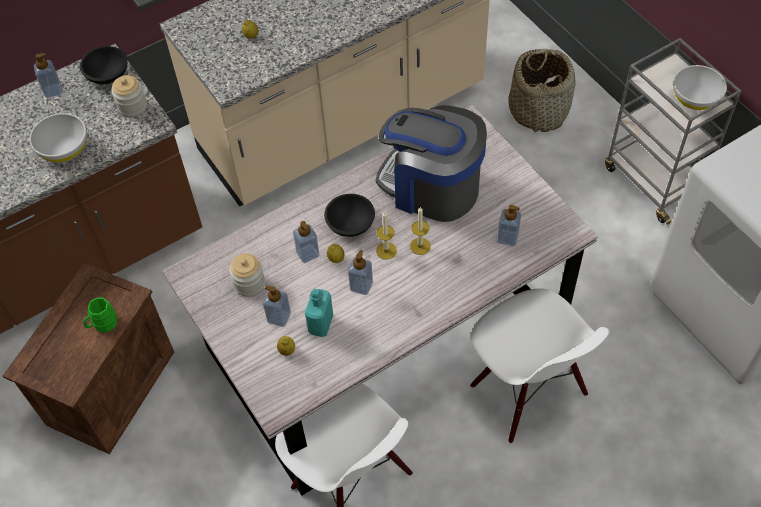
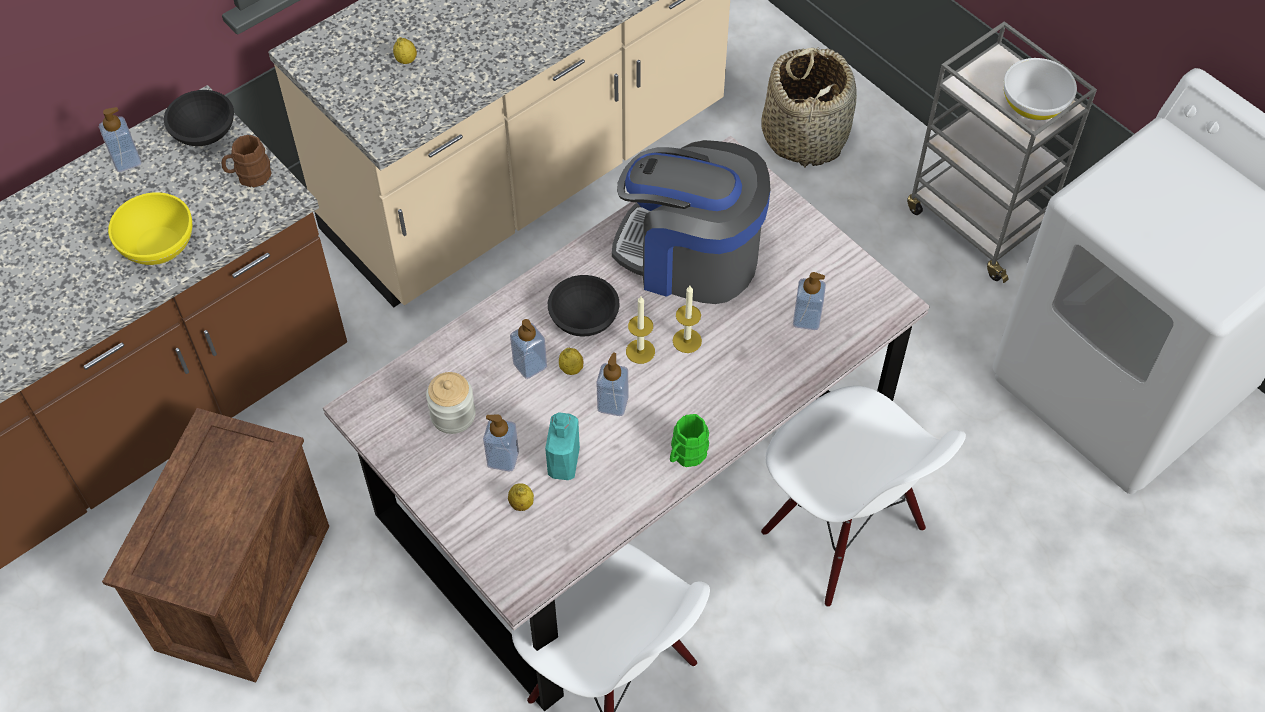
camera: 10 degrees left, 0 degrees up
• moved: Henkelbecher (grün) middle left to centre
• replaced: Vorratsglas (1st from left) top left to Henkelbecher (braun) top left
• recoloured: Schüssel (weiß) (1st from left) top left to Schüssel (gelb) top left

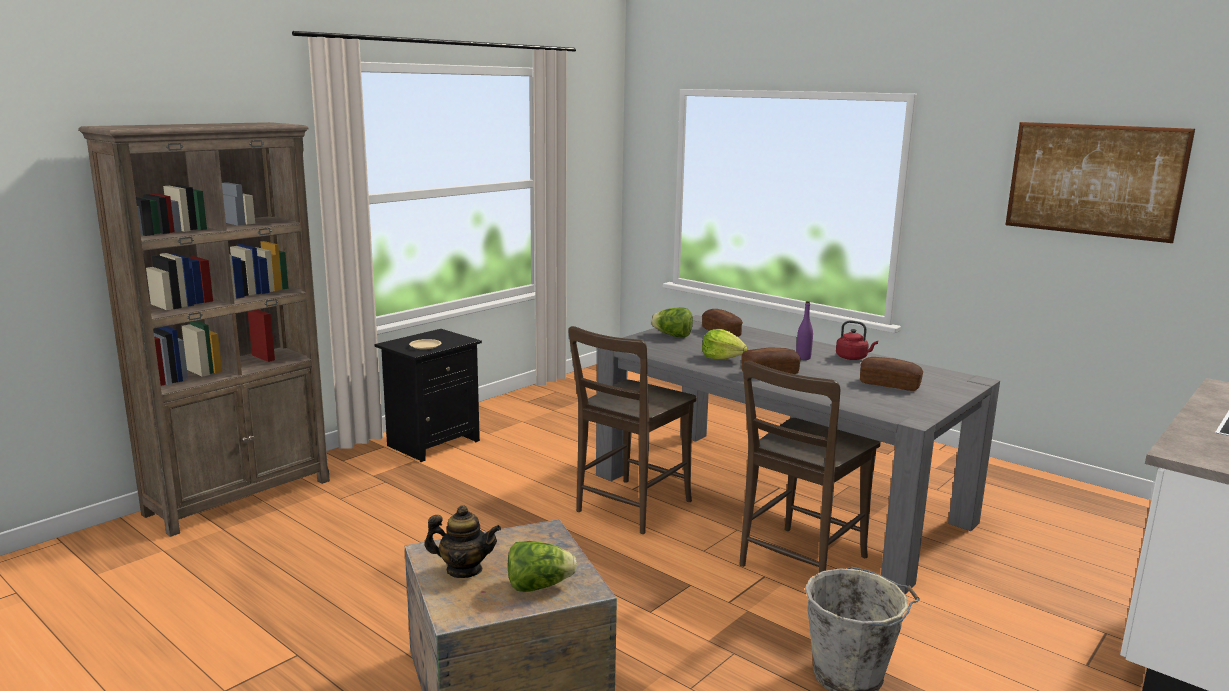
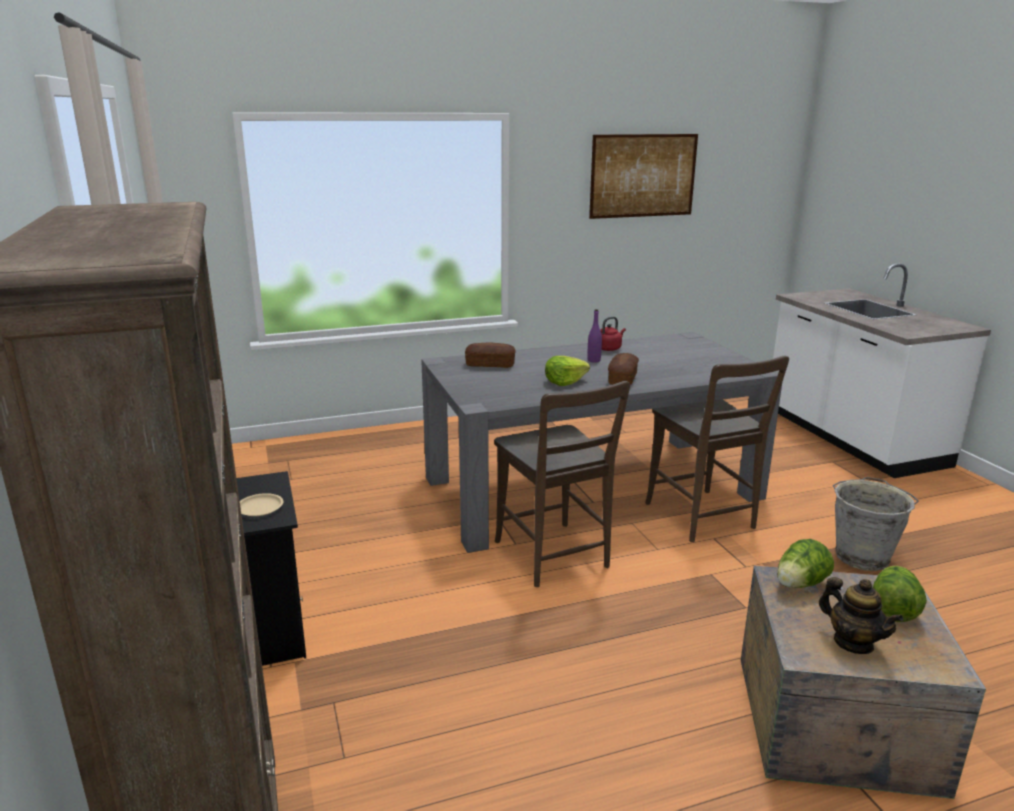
camera: 60 degrees left, 5 degrees up
• removed: Brot (3rd from left) middle right
• moved: Salatkopf (2nd from left) centre to bottom right
• turned: Teekanne bottom centre = bottom right 105 degrees clockwise

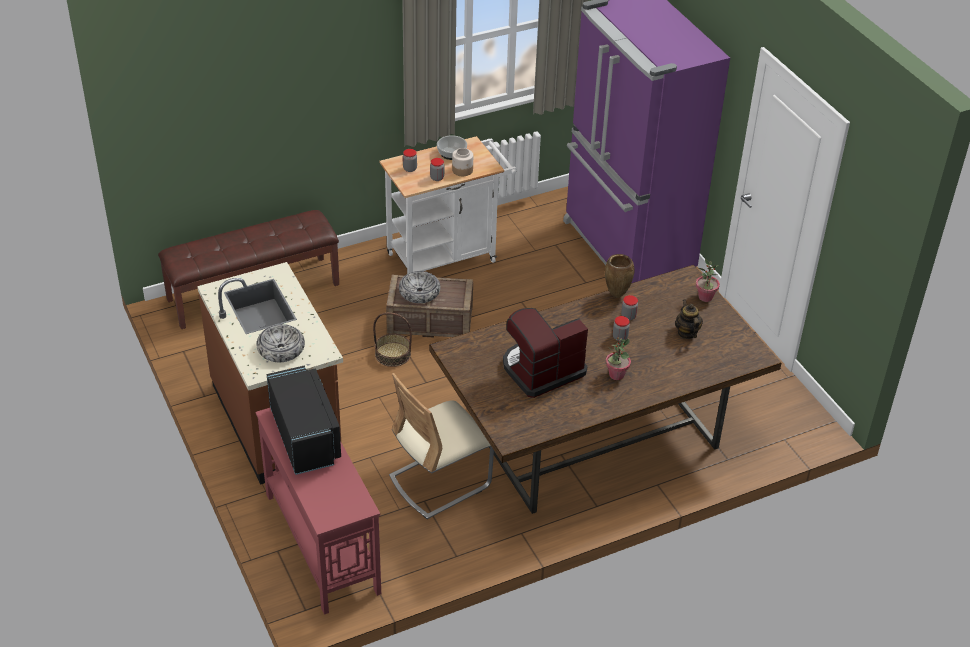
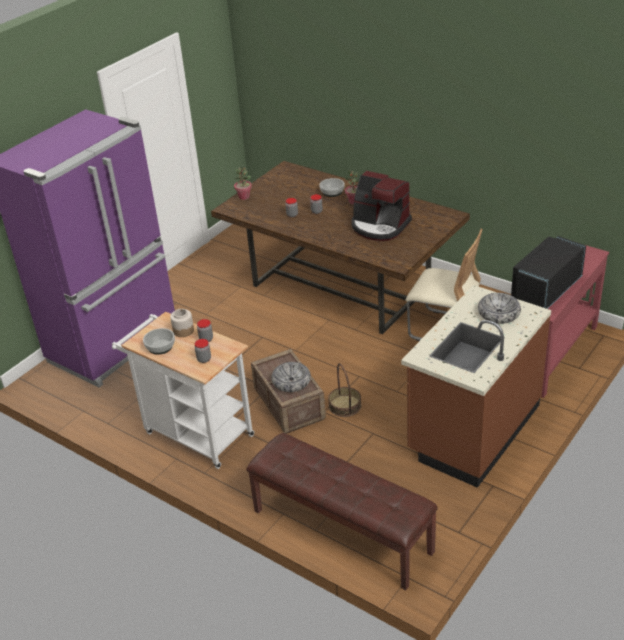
camera: 115 degrees left, 5 degrees down
• removed: Vase (braun) centre
• removed: Teekanne middle right
• added: Schüssel (3rd from left) top centre

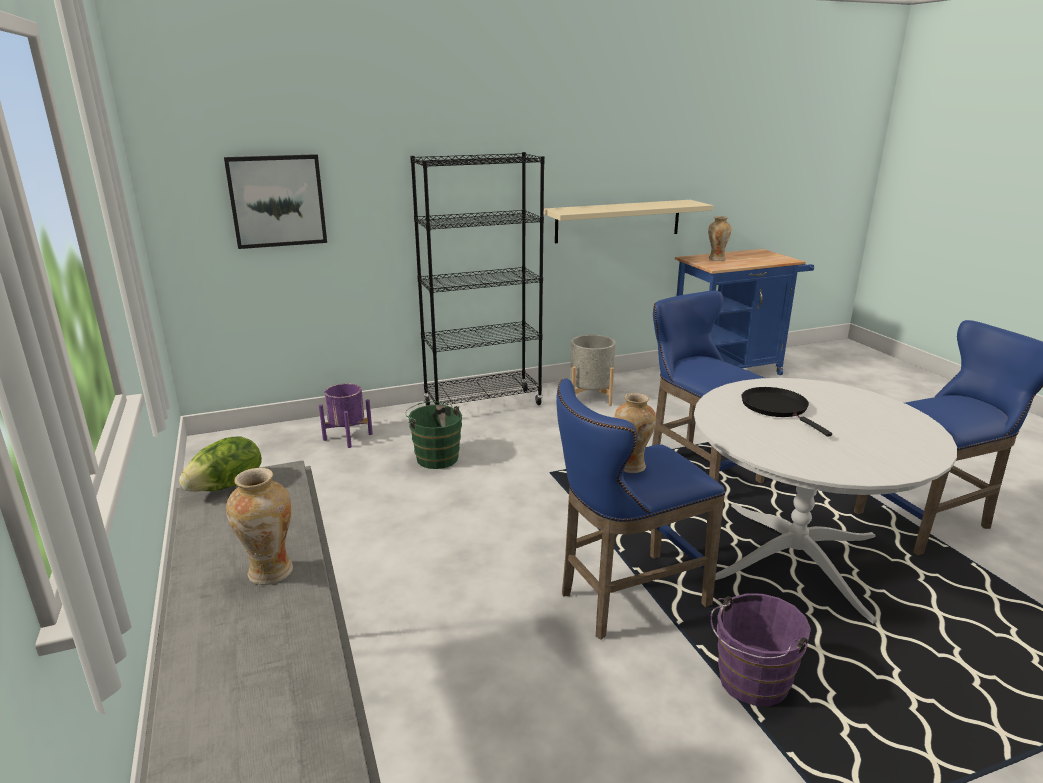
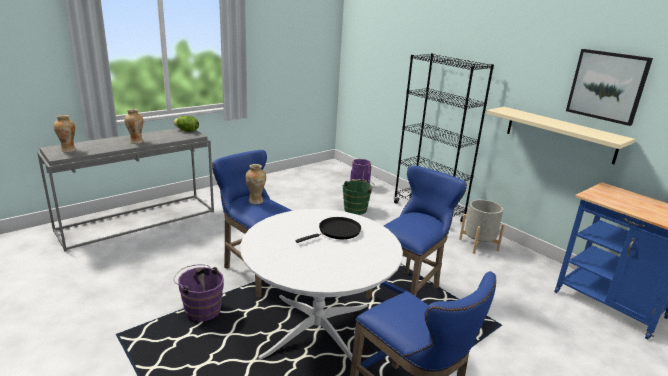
camera: 70 degrees right, 0 degrees up
• moved: Bild top left to top right
• moved: Vase (3rd from left in the first image) top right to Vase (1st from left) middle left

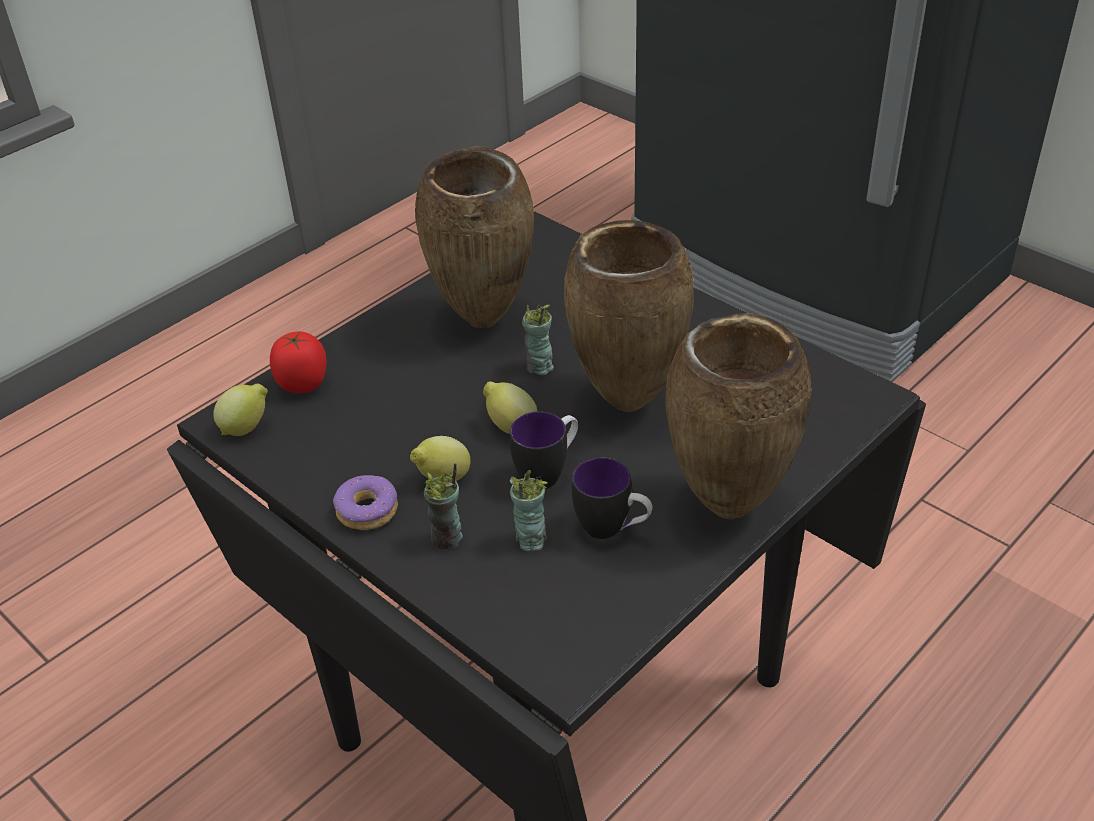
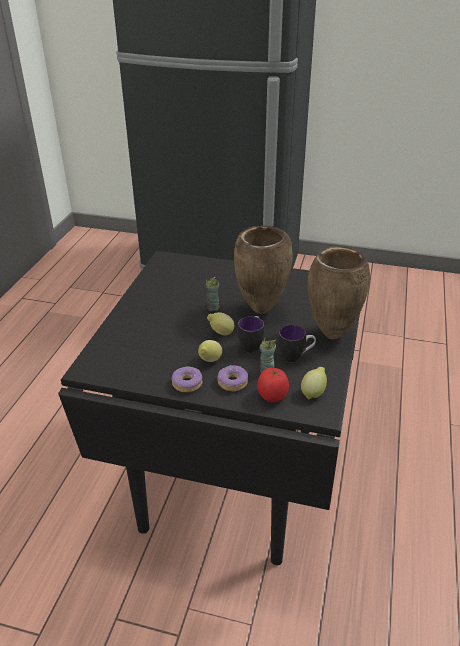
camera: 30 degrees left, 5 degrees down
• removed: Vase (braun) (1st from left) top centre
• moved: Zitrone (1st from left in the first image) middle left to Zitrone (3rd from left) middle right
• moved: Tomate middle left to centre
• replaced: Tasse (1st from left) centre to Donut (2nd from left) centre

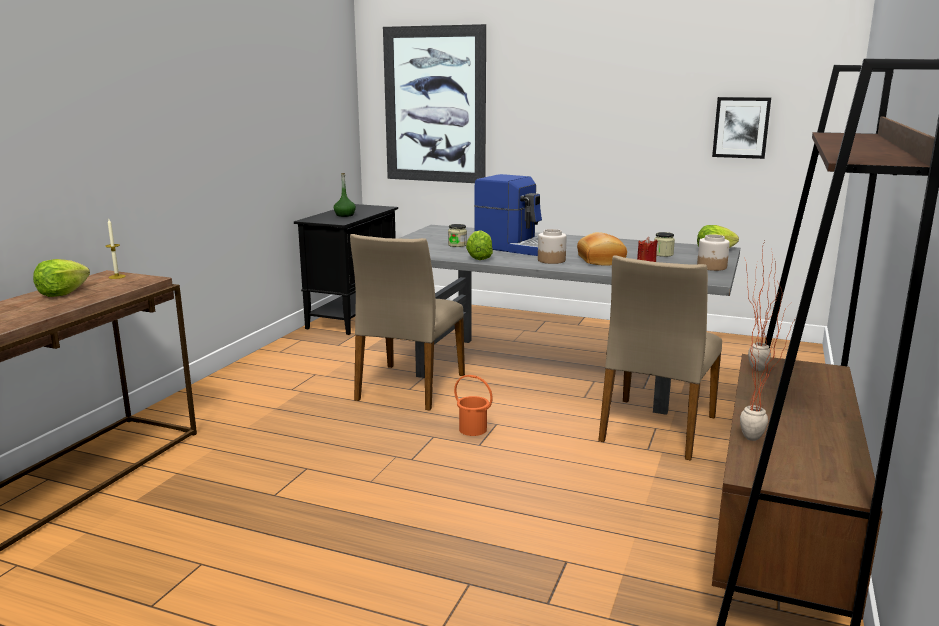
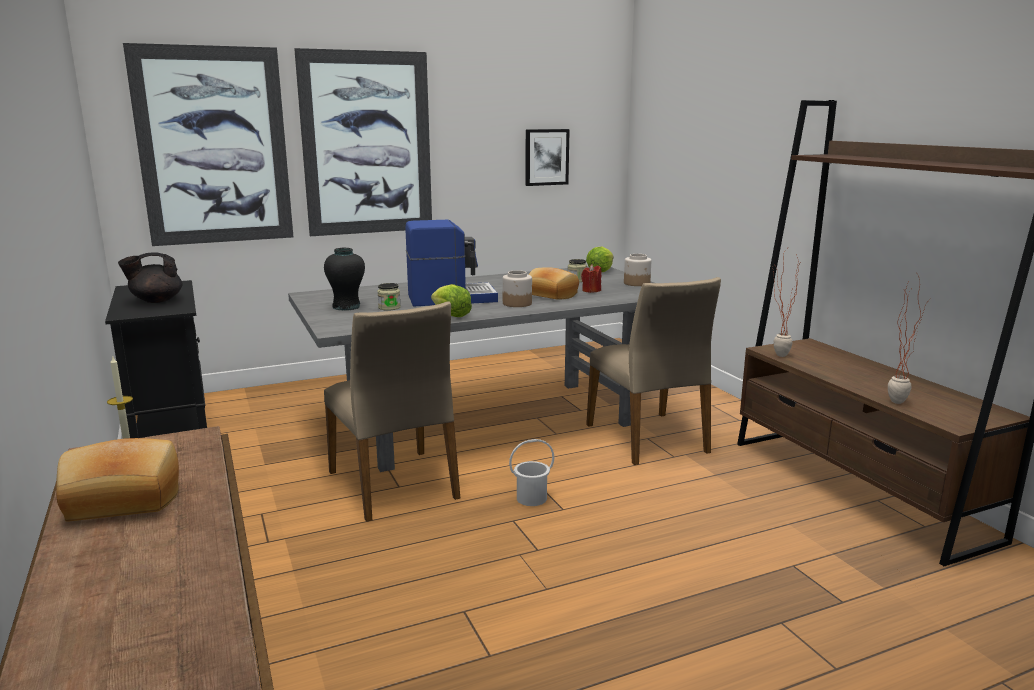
camera: 45 degrees left, 0 degrees up
• added: Bild (2nd from left) top centre
• added: Vase (schwarz) middle left
• replaced: Salatkopf (1st from left) middle left to Brot (1st from left) bottom left
• replaced: Flasche (grün) top centre to Teekanne (schwarz) middle left
• recoloured: Eimer (orange) centre to Eimer (weiß) bottom centre

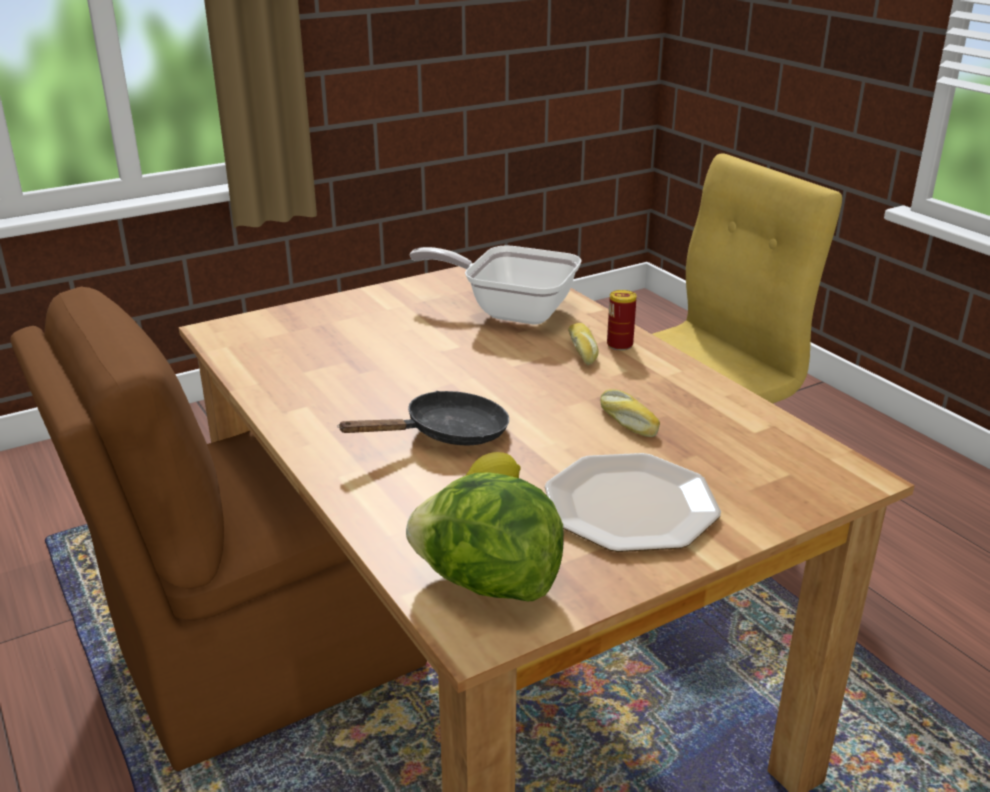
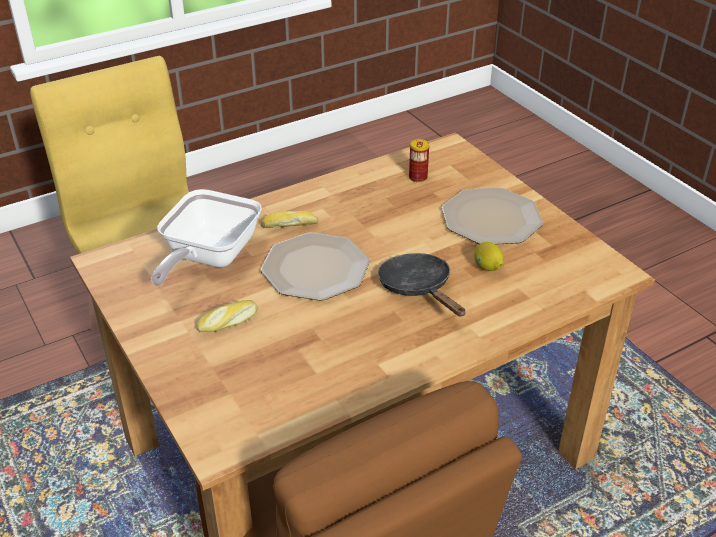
camera: 90 degrees left, 10 degrees up
• removed: Salatkopf bottom centre
• added: Teller (1st from left) centre
• moved: Brot (2nd from left in the first image) centre to Brot (1st from left) middle left
• moved: Dose centre to top centre

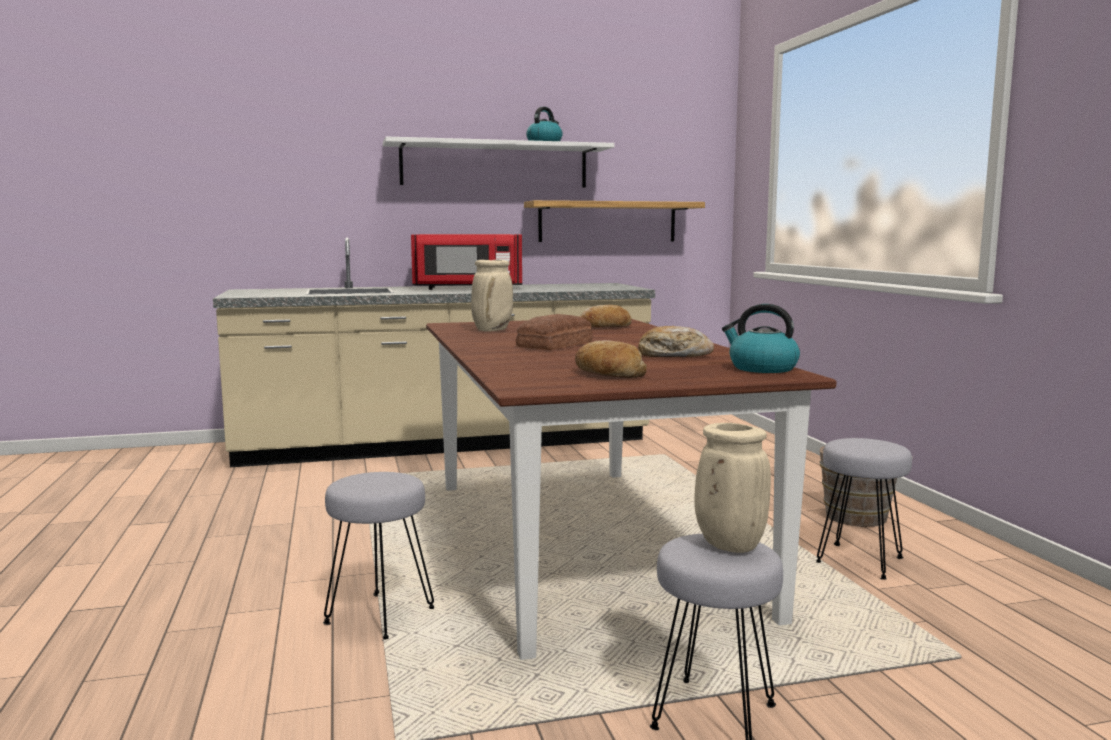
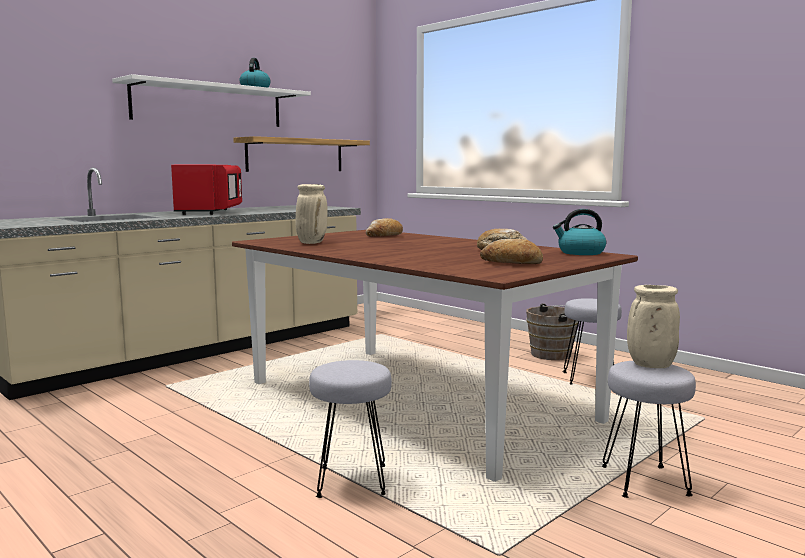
camera: 30 degrees left, 0 degrees up
• removed: Brot (1st from left) centre
• turned: Mikrowelle (rot) centre = middle left 60 degrees counterclockwise

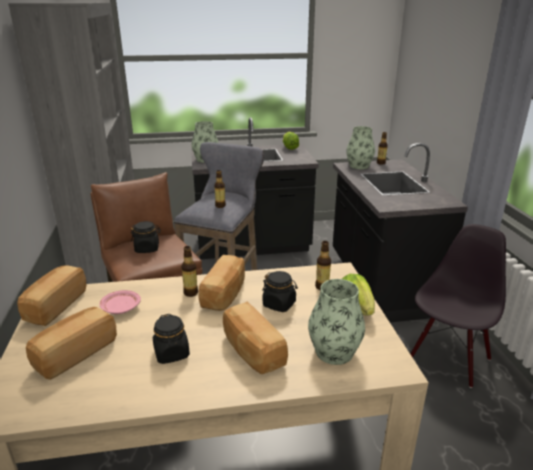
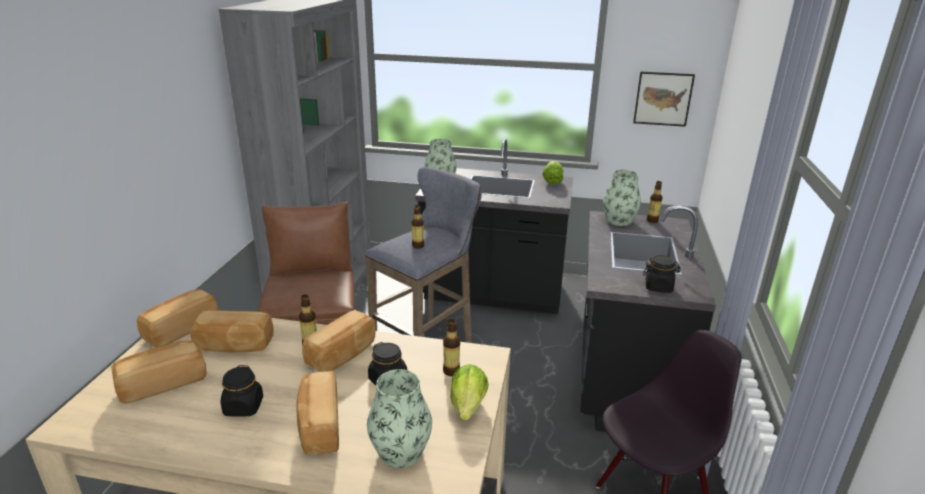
camera: 20 degrees right, 0 degrees up
• added: Bild top right
• moved: Vorratsglas (schwarz) (1st from left in the first image) middle left to Vorratsglas (schwarz) (3rd from left) middle right
• replaced: Teller (rosa) middle left to Brot (3rd from left) bottom left

